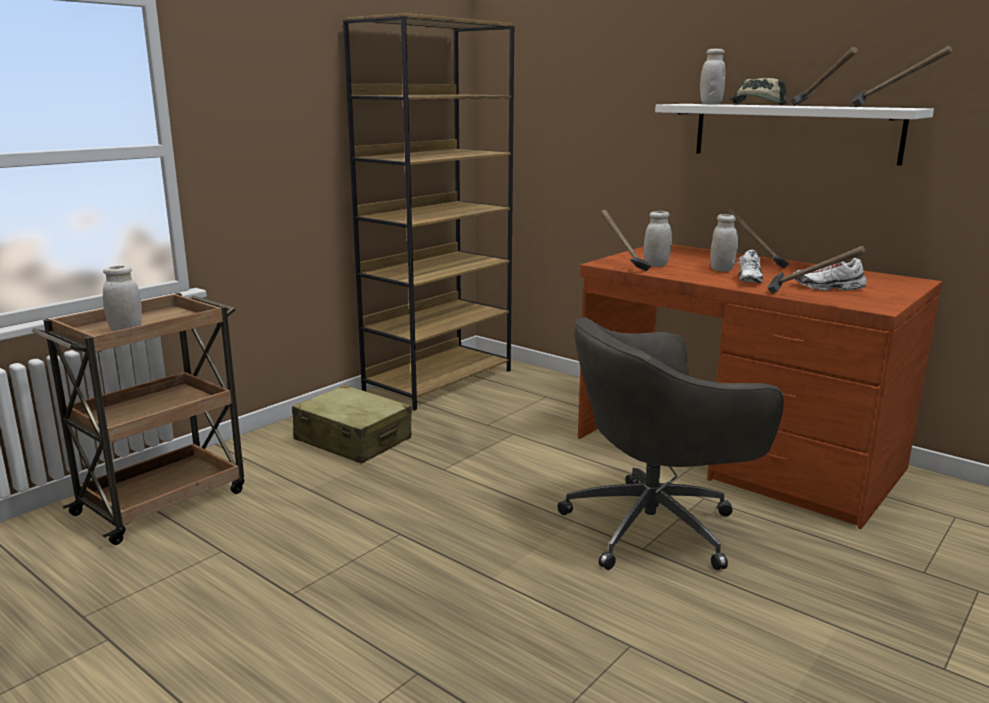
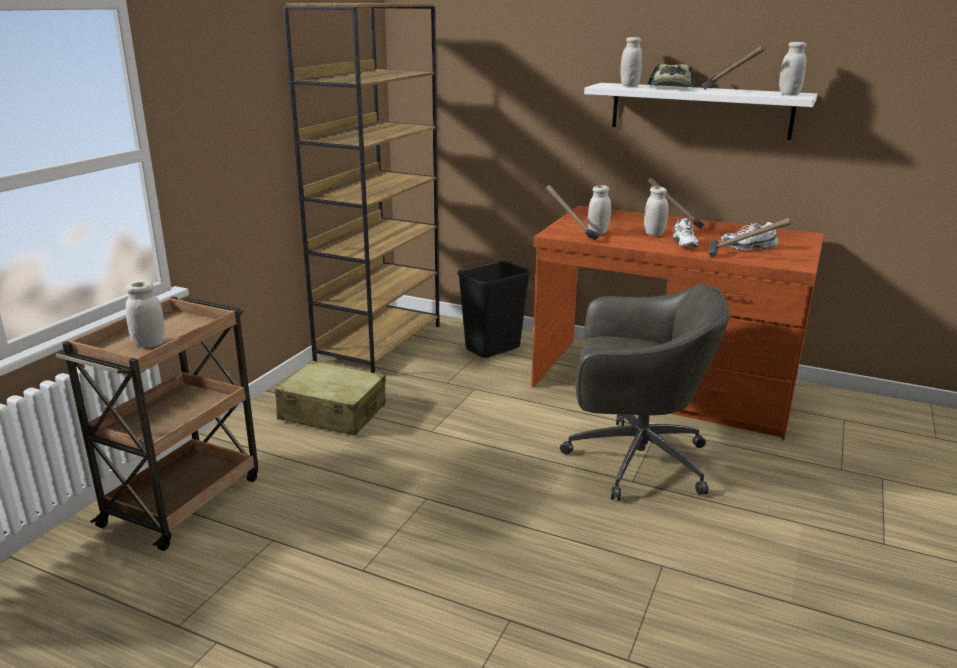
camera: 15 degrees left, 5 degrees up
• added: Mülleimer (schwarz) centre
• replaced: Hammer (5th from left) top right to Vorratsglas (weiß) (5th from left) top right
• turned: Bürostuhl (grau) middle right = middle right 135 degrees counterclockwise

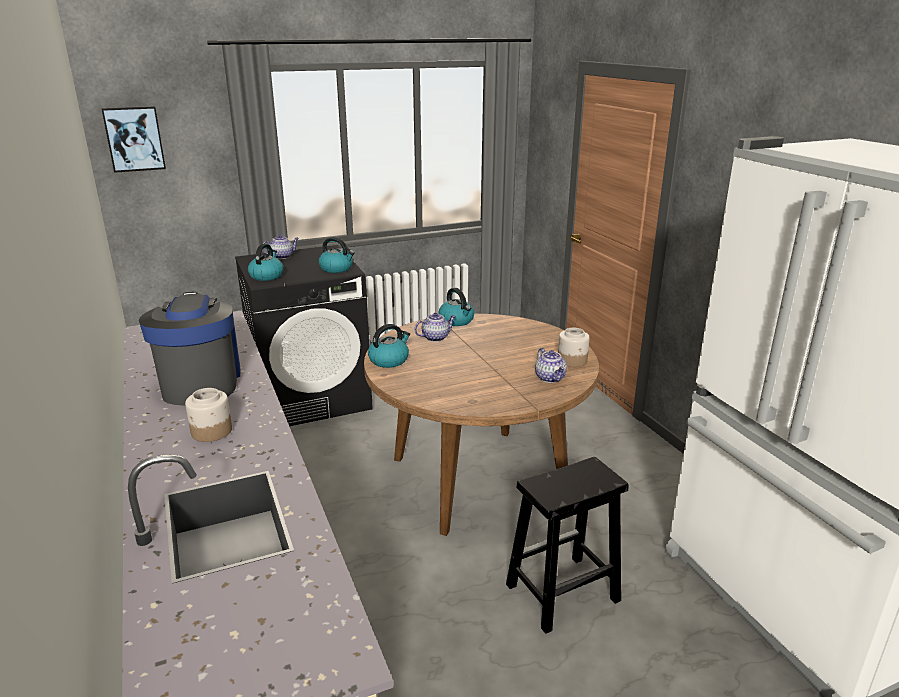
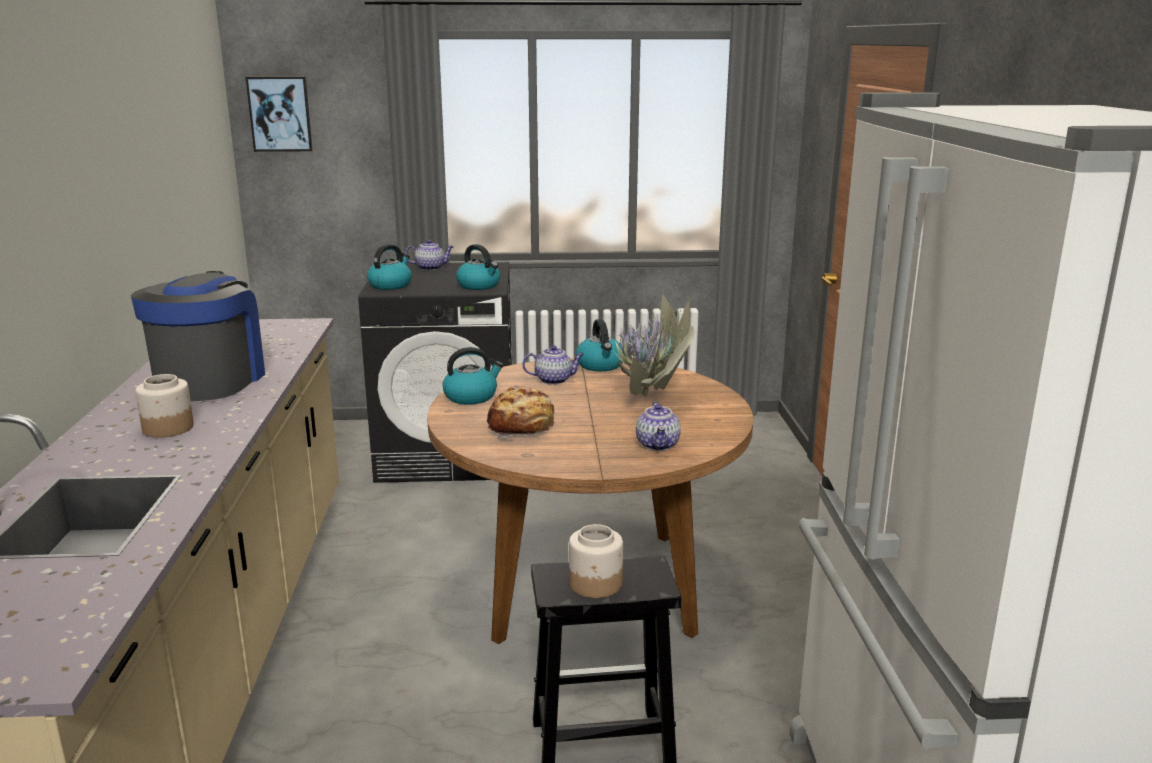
camera: 20 degrees right, 5 degrees down
• added: Brot centre
• added: Topfpflanze centre
• moved: Vorratsglas (2nd from left) centre to bottom centre

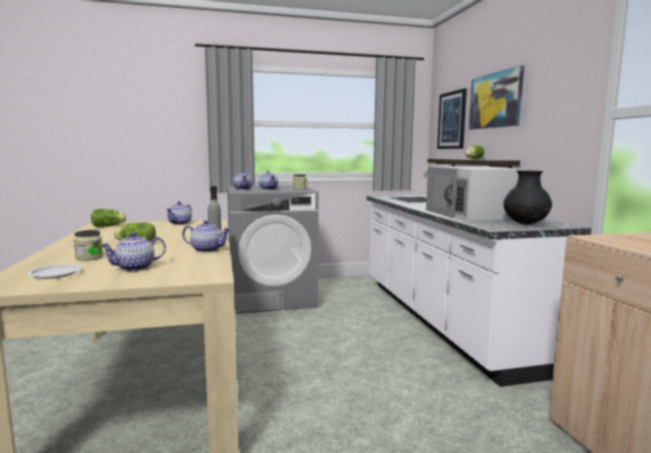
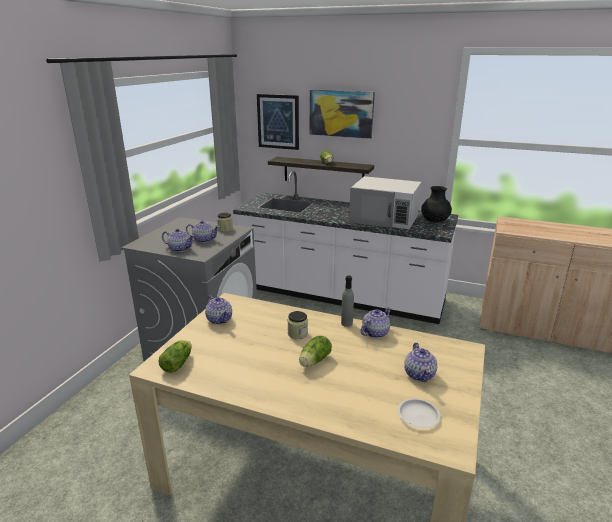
camera: 55 degrees left, 15 degrees up
• moved: Vorratsglas (1st from left in the first image) middle left to Vorratsglas (2nd from left) centre

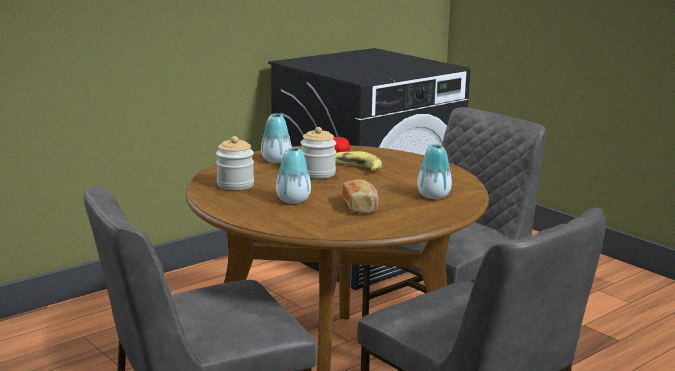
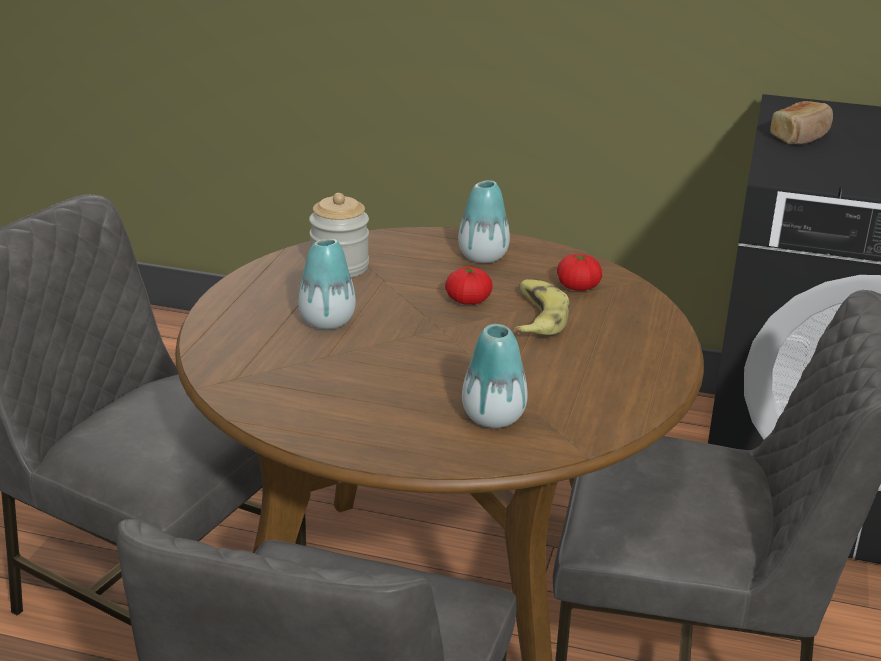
camera: 55 degrees right, 10 degrees up
• moved: Brot centre to top right
• replaced: Vorratsglas (2nd from left) centre to Tomate (1st from left) centre

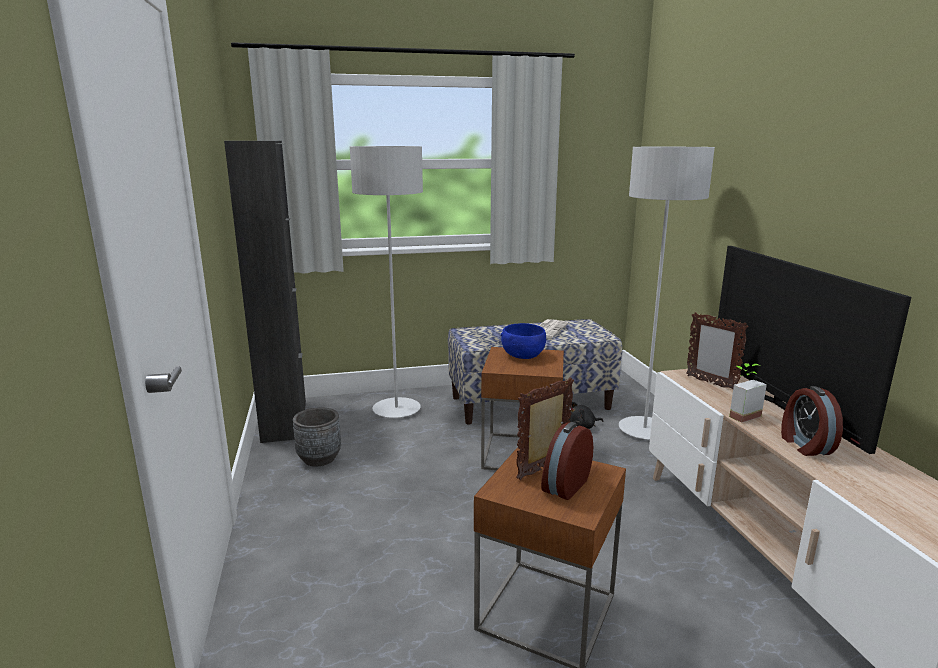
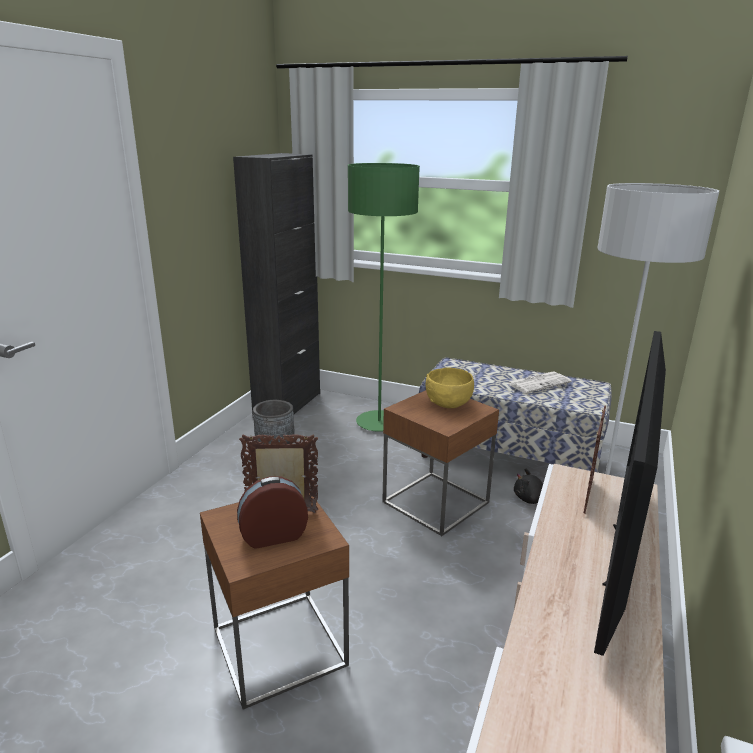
camera: 35 degrees right, 5 degrees up
• removed: Topfpflanze middle right
• removed: Wecker (2nd from left) middle right
• recoloured: Stehlampe (grau) (1st from left) centre to Stehlampe (grün) centre
• recoloured: Schüssel (blau) centre to Schüssel (gelb) centre
• turned: Bilderrahmen (2nd from left) middle right = middle right 150 degrees counterclockwise

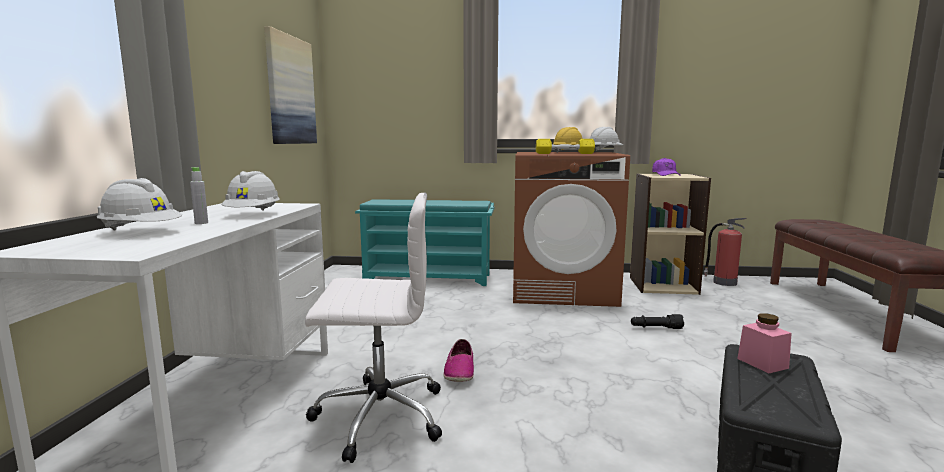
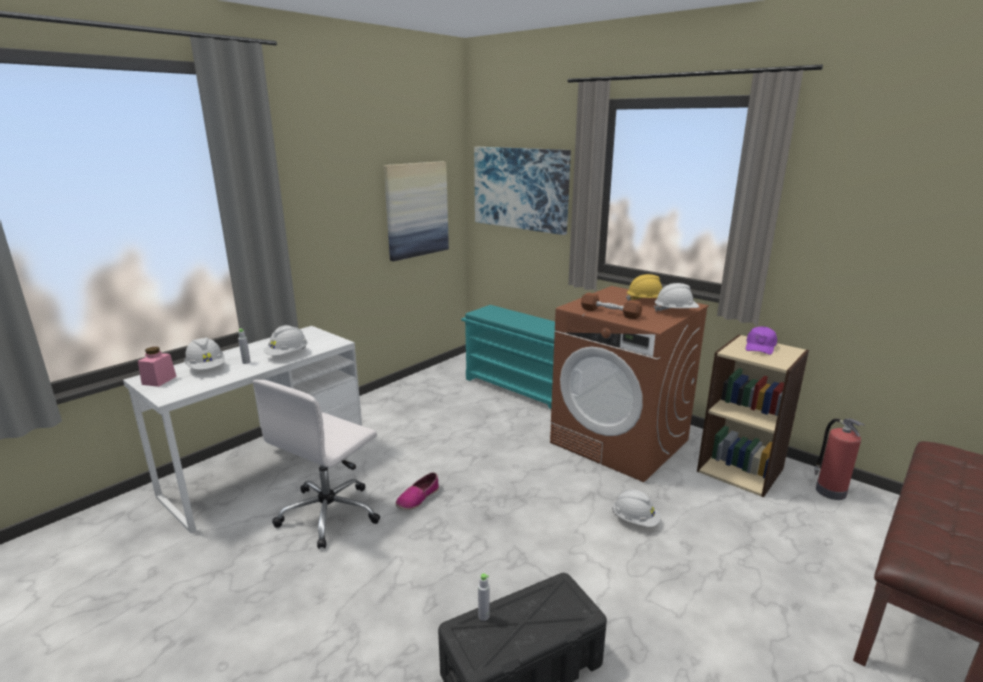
camera: 35 degrees right, 10 degrees up
• added: Bild (2nd from left) top centre
• added: Flasche (grau) (2nd from left) bottom centre
• moved: Vorratsglas (rosa) bottom right to middle left
• replaced: Taschenlampe (schwarz) bottom right to Schutzhelm (weiß) (3rd from left) bottom centre
• recoloured: Hantel (gelb) top centre to Hantel (braun) centre
• turned: Bürostuhl (weiß) bottom centre = bottom left 90 degrees clockwise

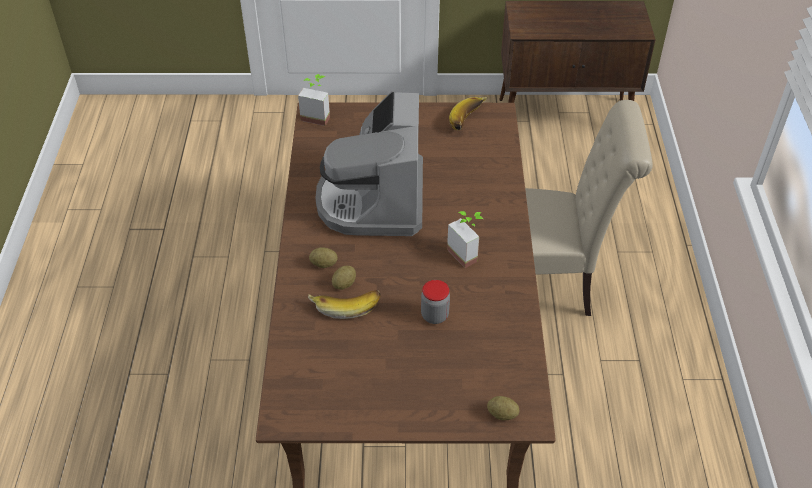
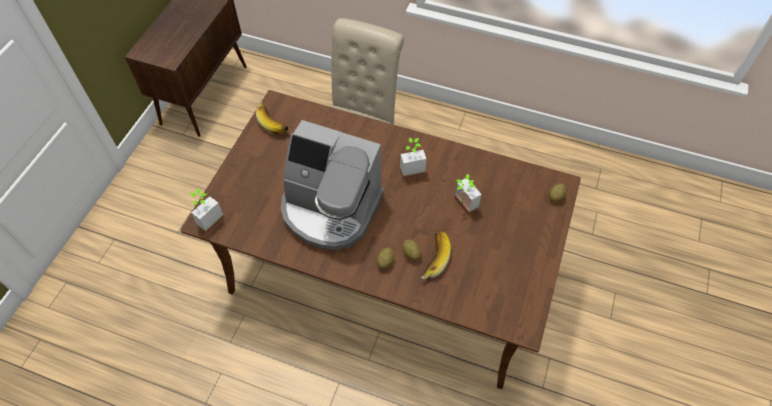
camera: 70 degrees left, 10 degrees up
• replaced: Vorratsglas centre to Topfpflanze (3rd from left) centre

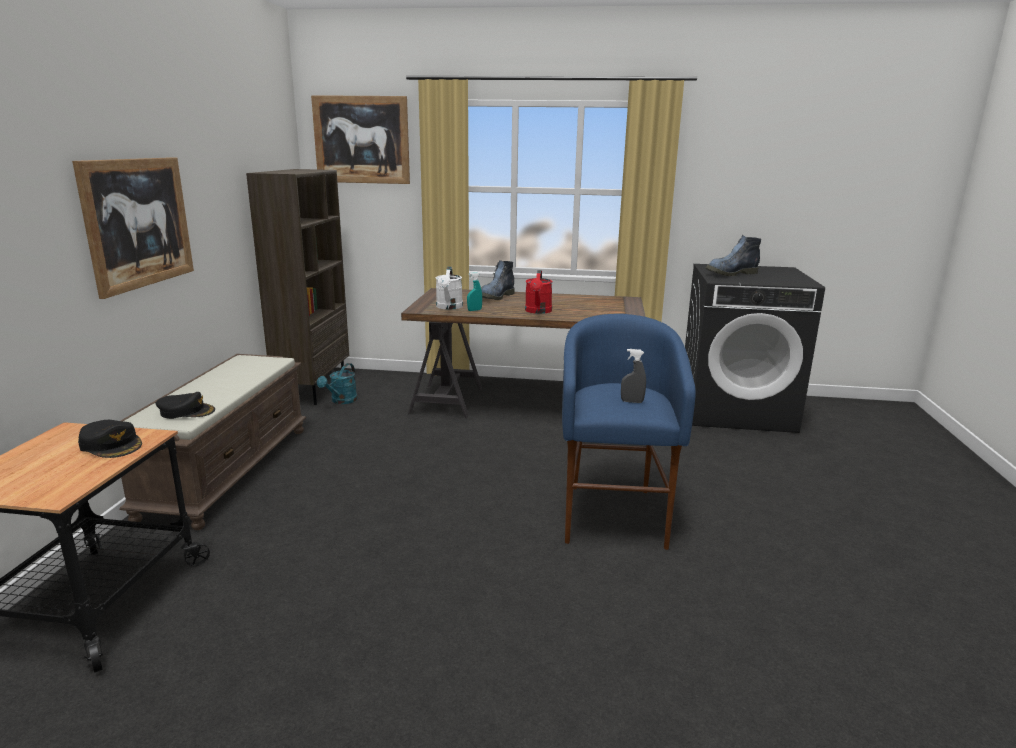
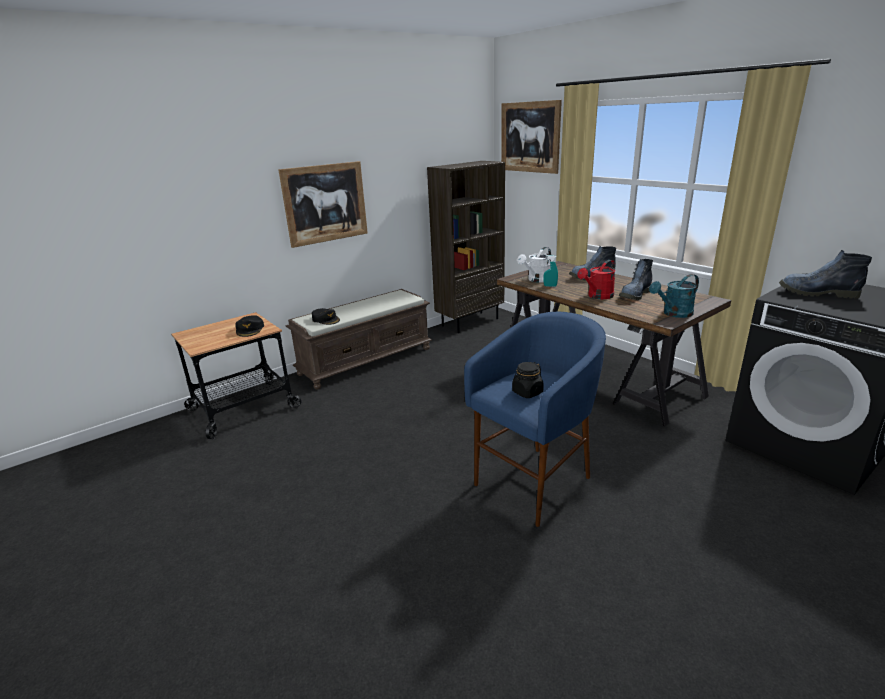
camera: 45 degrees right, 5 degrees up
• added: Stiefel (2nd from left) middle right
• moved: Gießkanne (türkis) middle left to middle right
• replaced: Sprühflasche (grau) centre to Vorratsglas (schwarz) centre

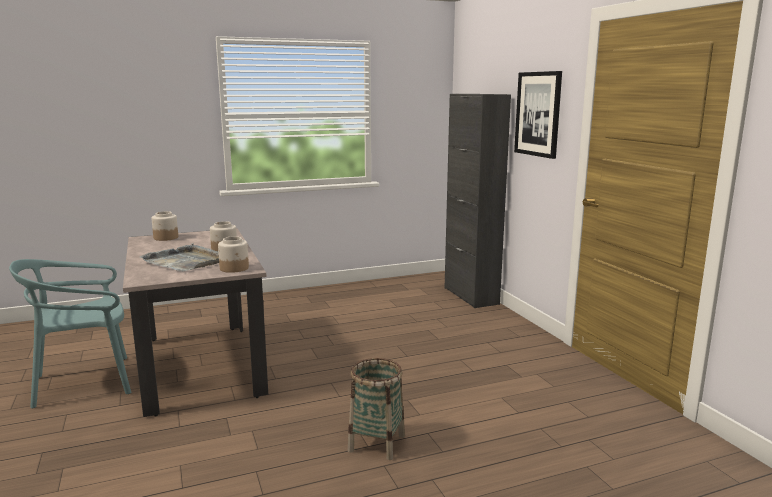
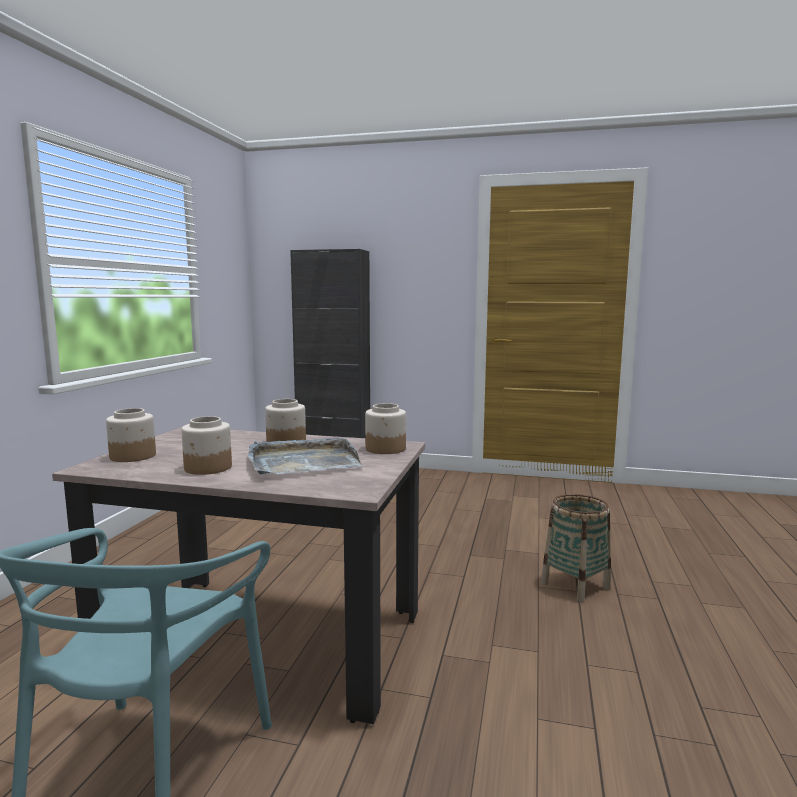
camera: 55 degrees left, 5 degrees down
• removed: Bild top right
• added: Vorratsglas (2nd from left) middle left

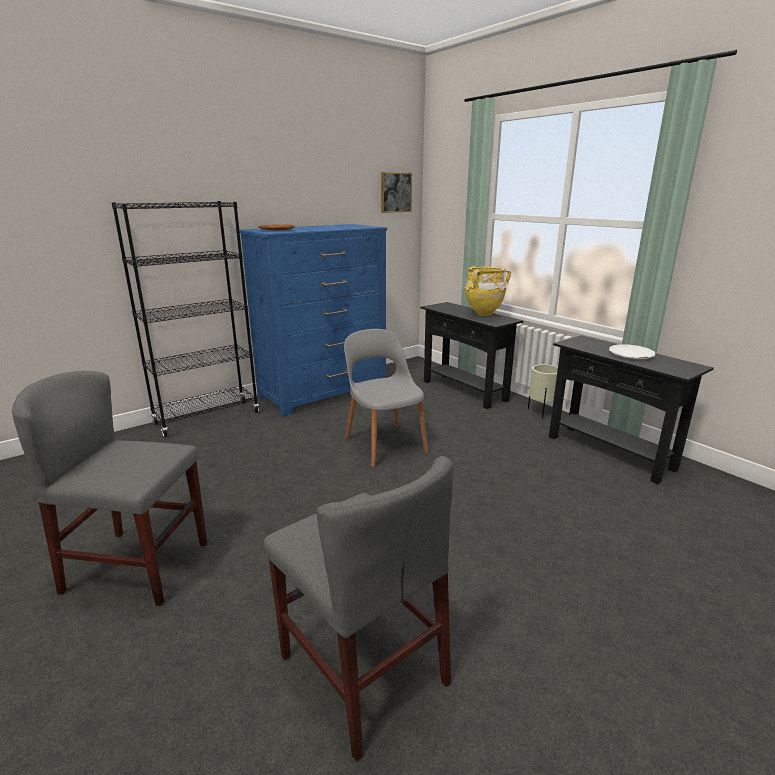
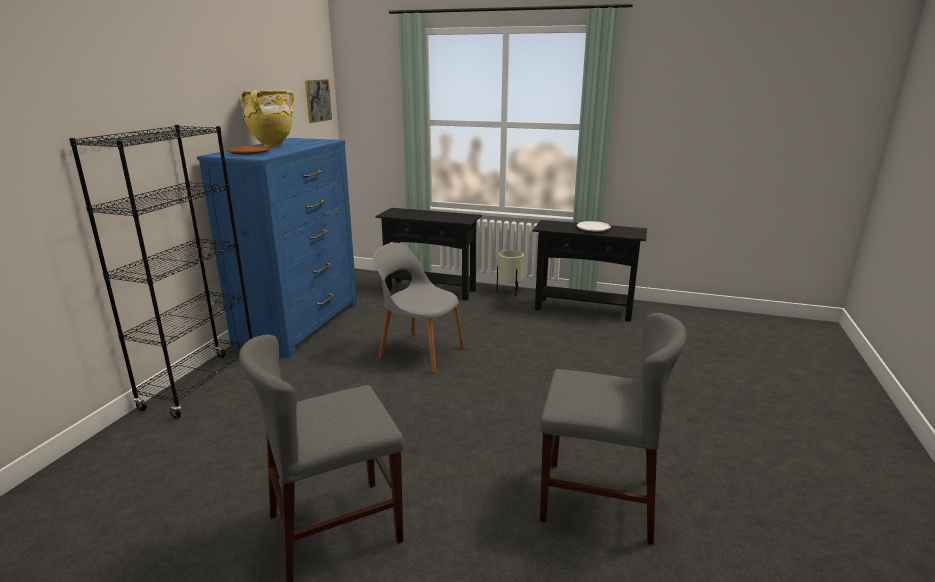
camera: 35 degrees left, 0 degrees up
• moved: Vase (gelb) centre to top left

